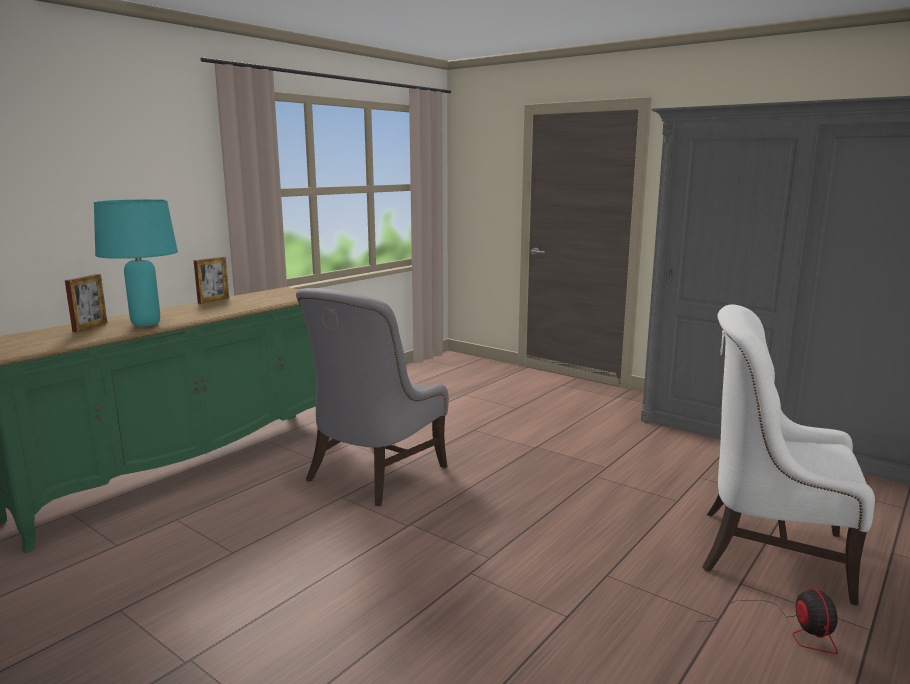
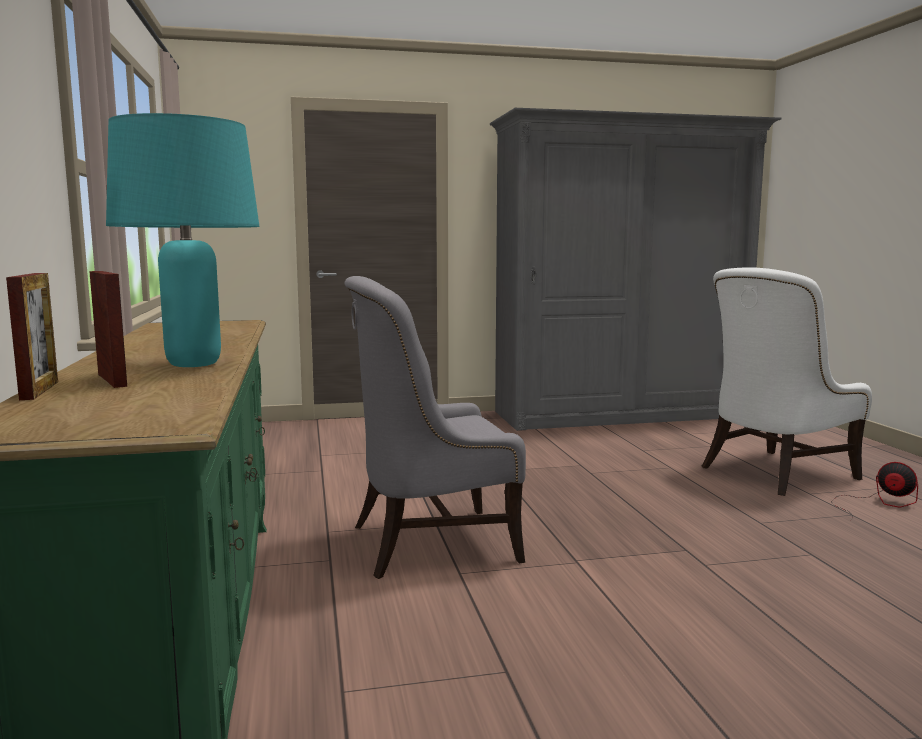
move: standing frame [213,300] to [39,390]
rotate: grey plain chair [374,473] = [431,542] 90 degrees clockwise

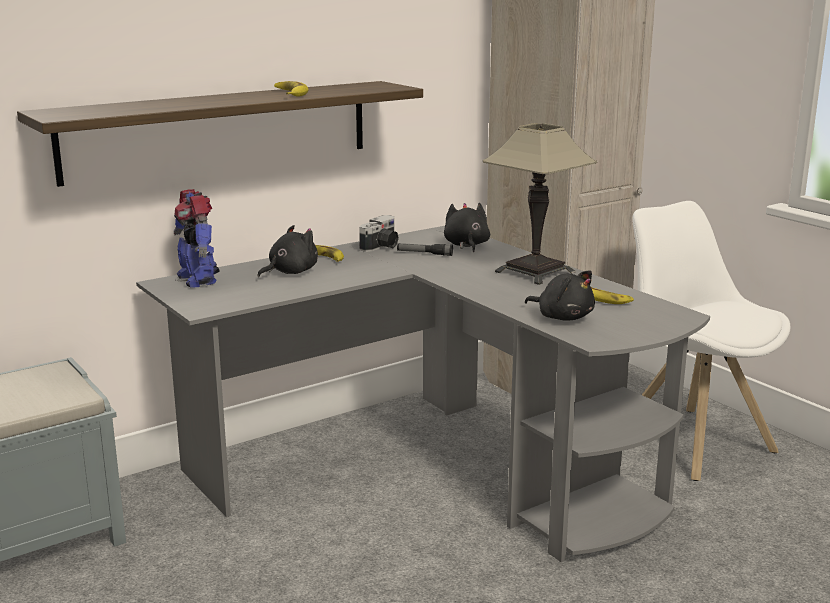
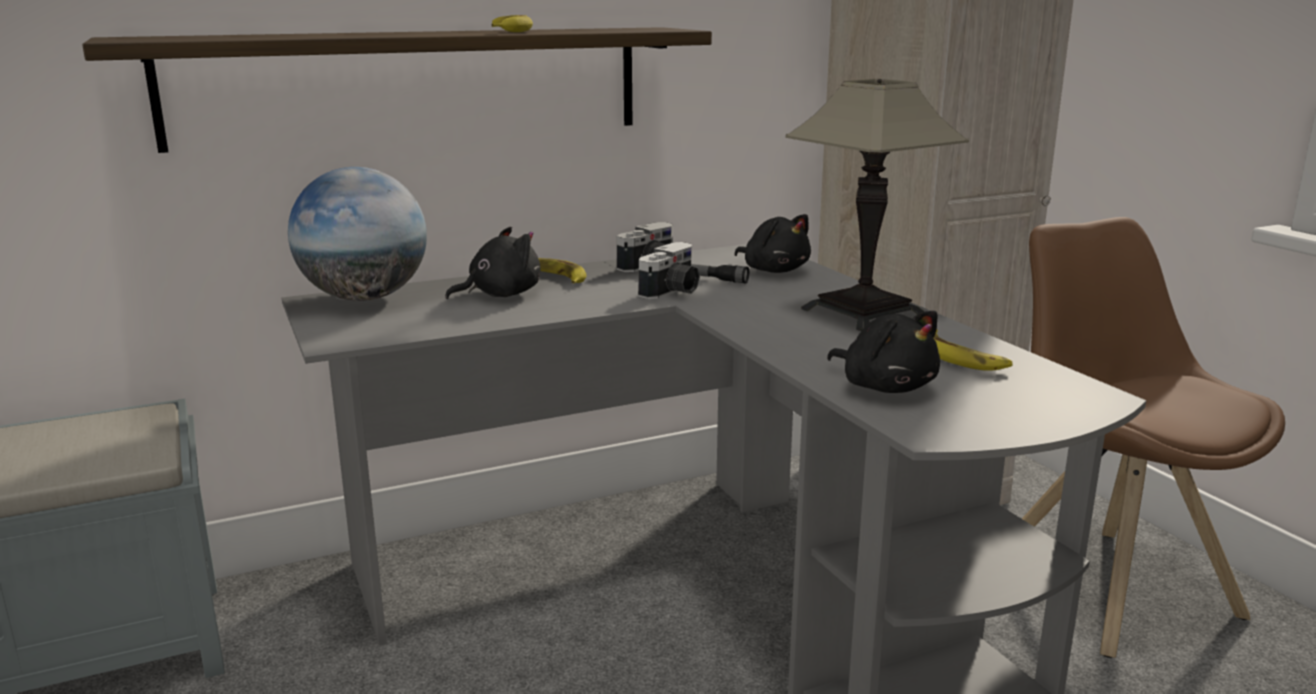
insert: photo camera [673,292]
replace: model robot [198,279] to desk globe [365,298]
recolor: white-coloured plain chair [692,441] to brown plain chair [1108,587]
rotate: black-coloured plush toy [466,245] = [774,270] 135 degrees clockwise

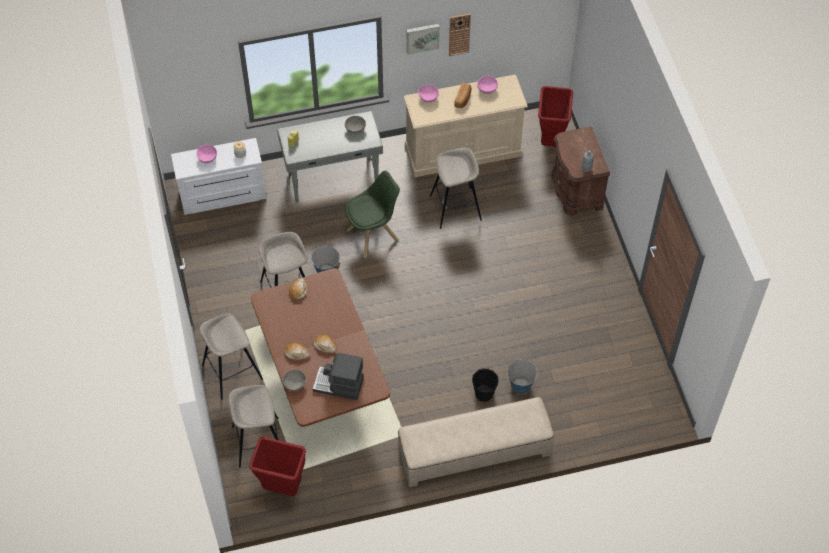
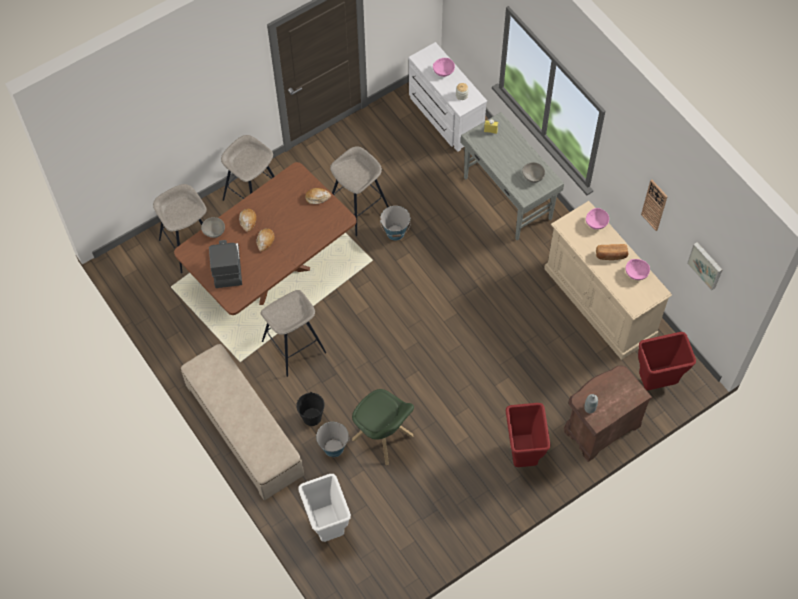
insert: white-coloured waste bin [328,526]
move: grey sitting stool [455,208] to [293,347]; greenish plain chair [373,235] to [383,437]; reddish waste bin [282,488] to [522,454]; wall art [422,37] to [706,265]

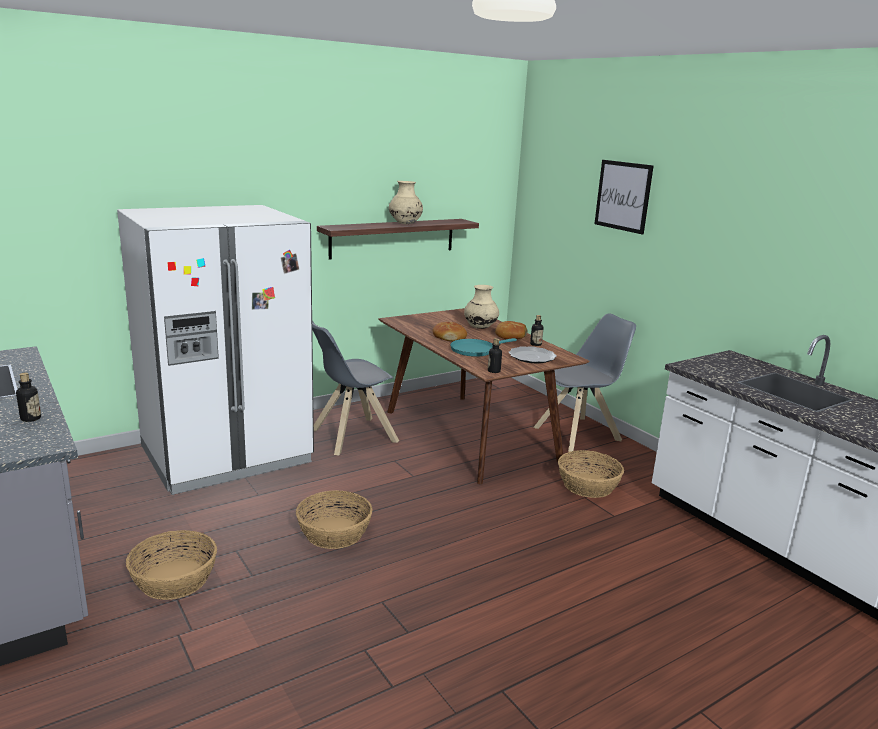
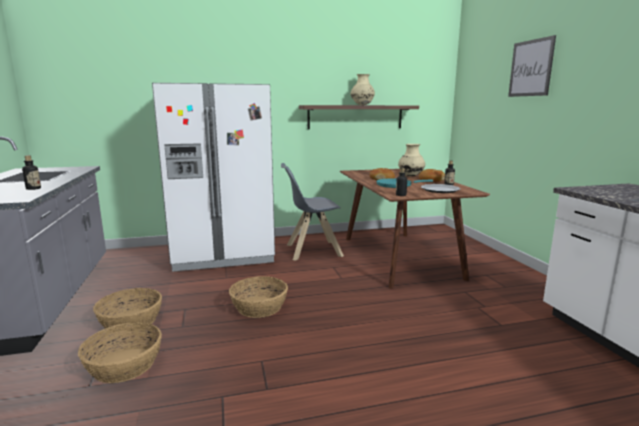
delete: grey plain chair [579,433]
move: storage basket [587,485] to [125,365]

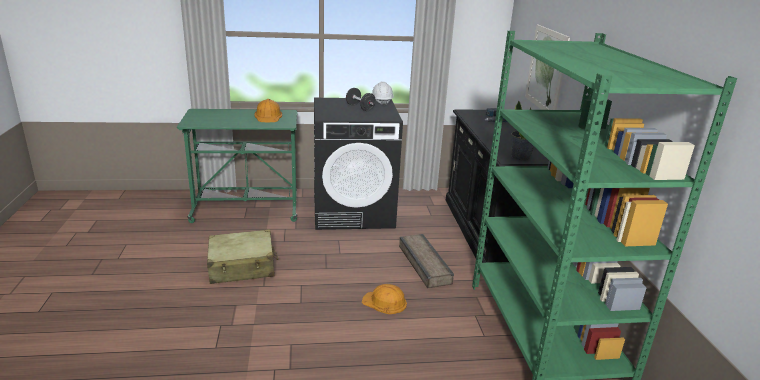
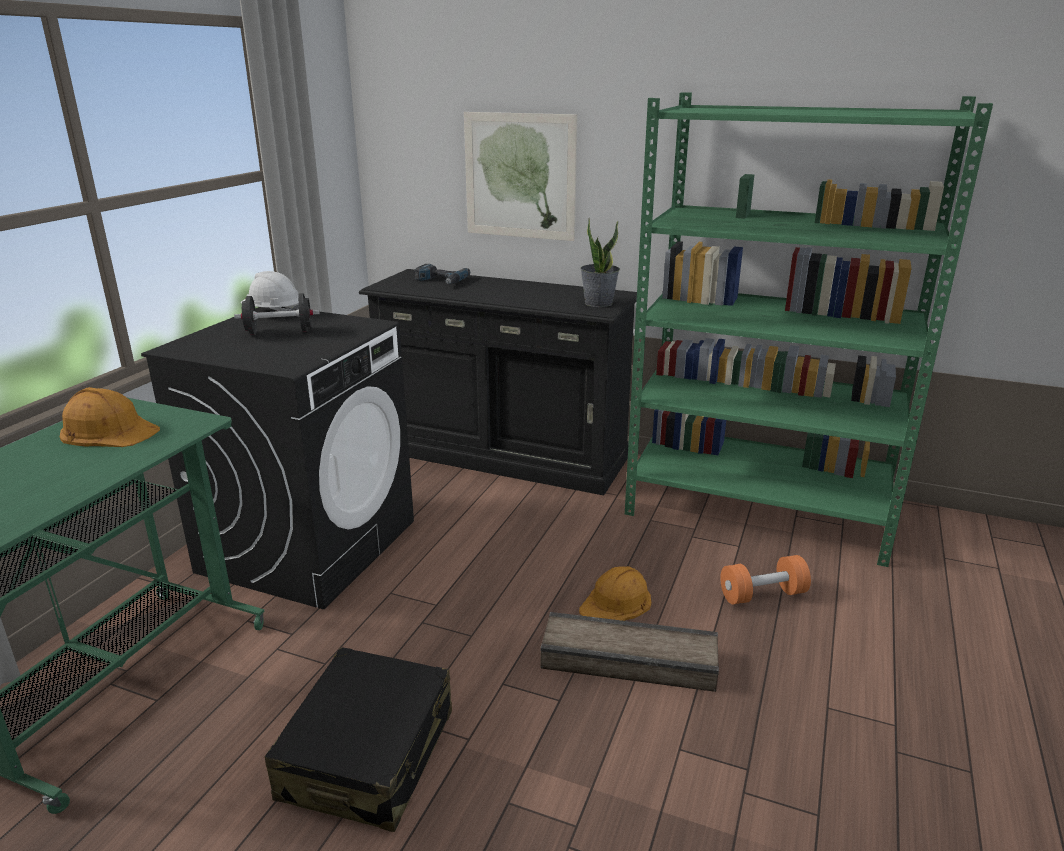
insert: orange-coloured hand weight [762,595]
move: shipping crate [423,264] to [629,661]
recolor: beige travel case [242,267] to black-coloured travel case [369,755]

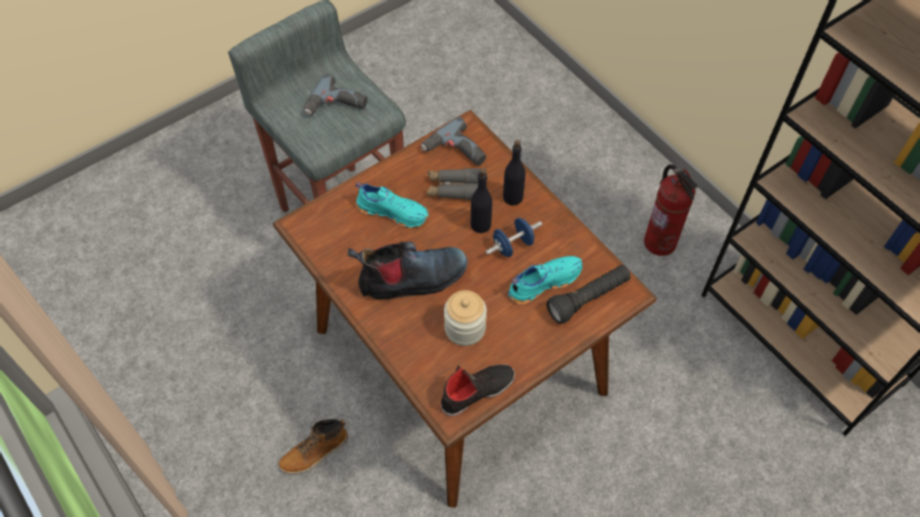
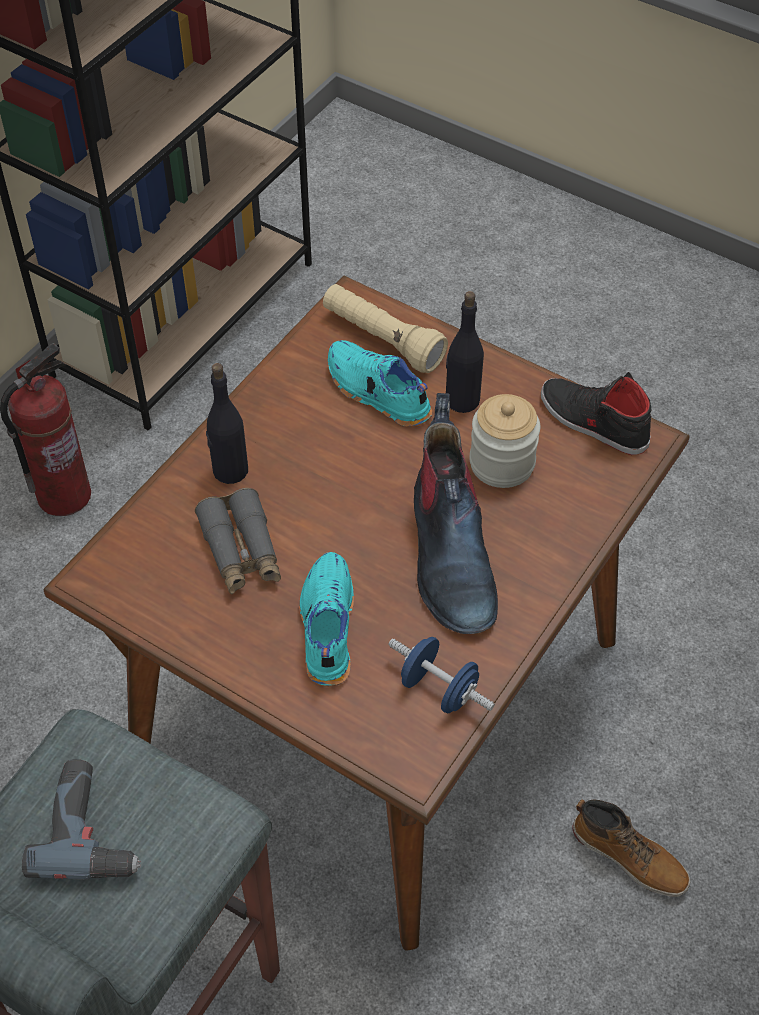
delete: drill [455,152]
move: blue hand weight [512,245] to [439,689]; black-coloured drink bottle [481,224] to [462,400]
recolor: black-coloured flashlight [588,299] to beige flashlight [382,340]
rotate: boot [412,280] = [450,555] 150 degrees counterclockwise

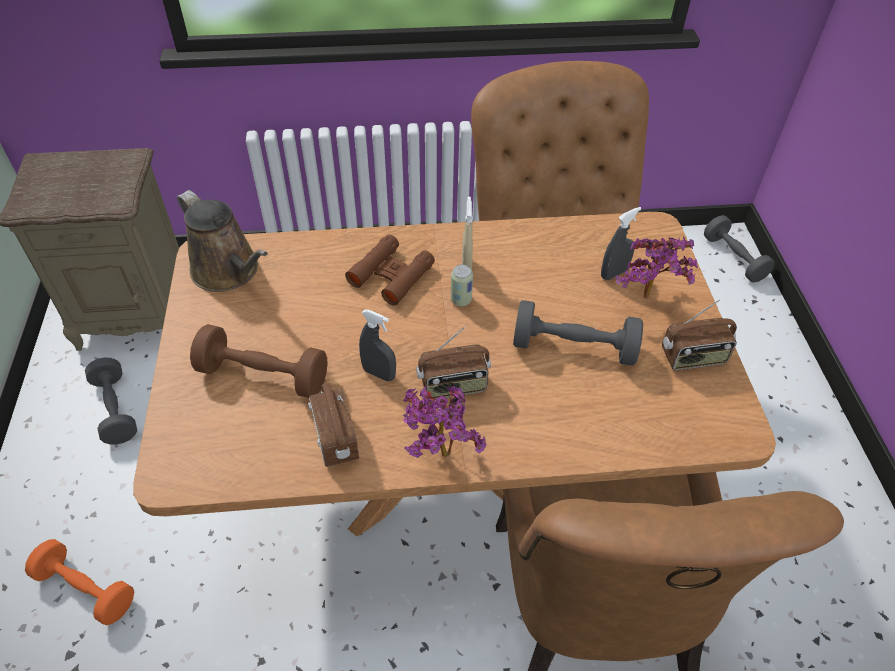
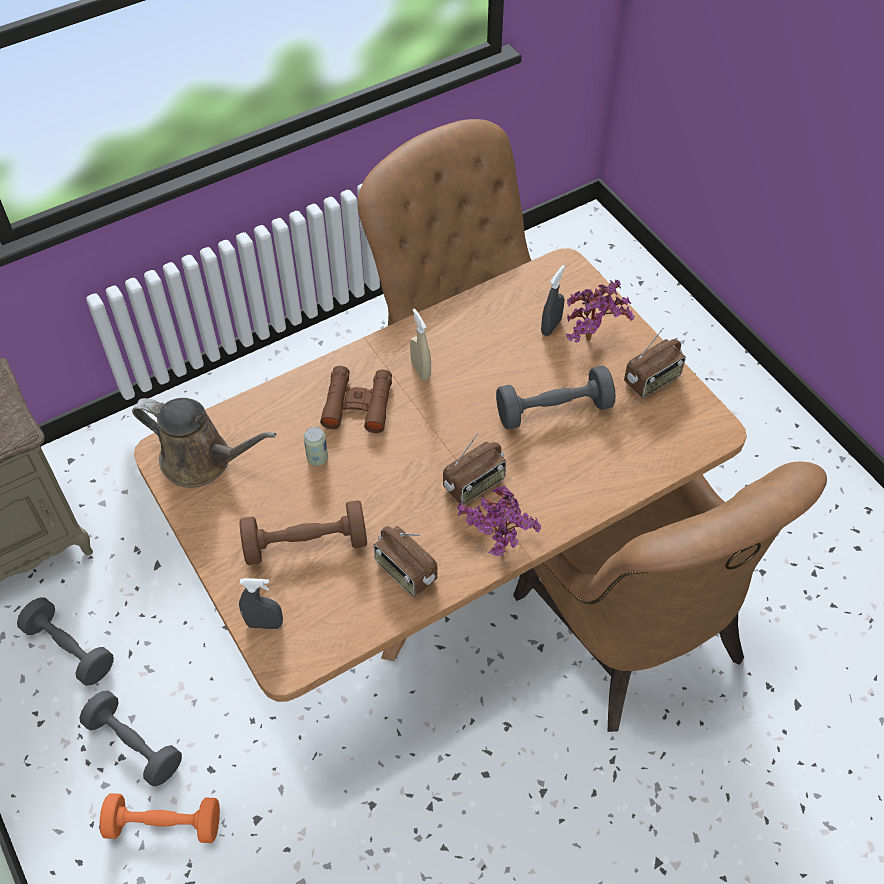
move: grey hand weight [734,258] to [134,745]; grey sprayer [379,373] to [264,624]; sealed can [461,300] to [317,458]

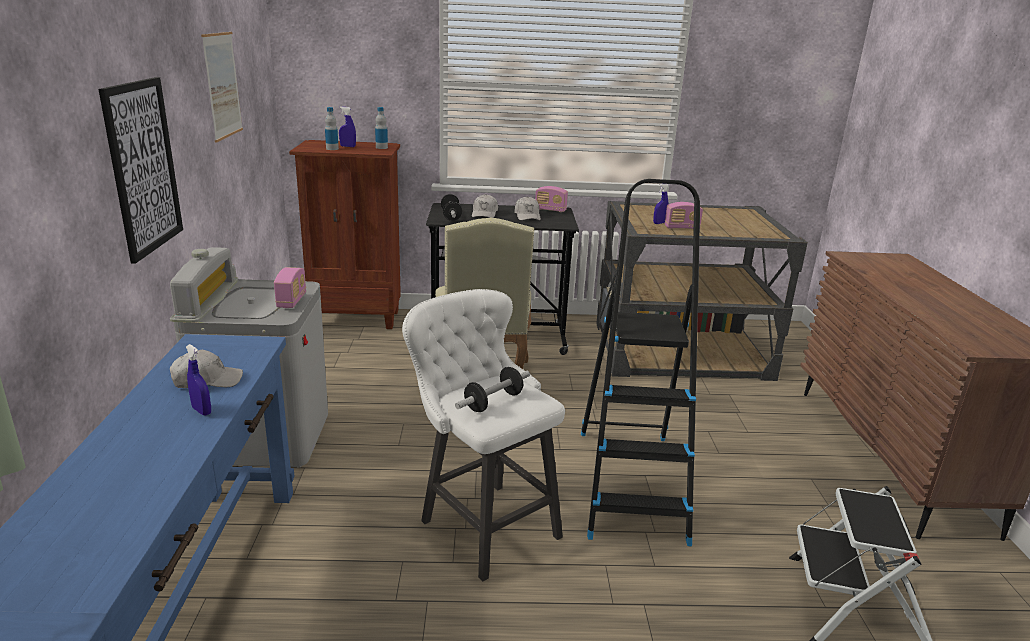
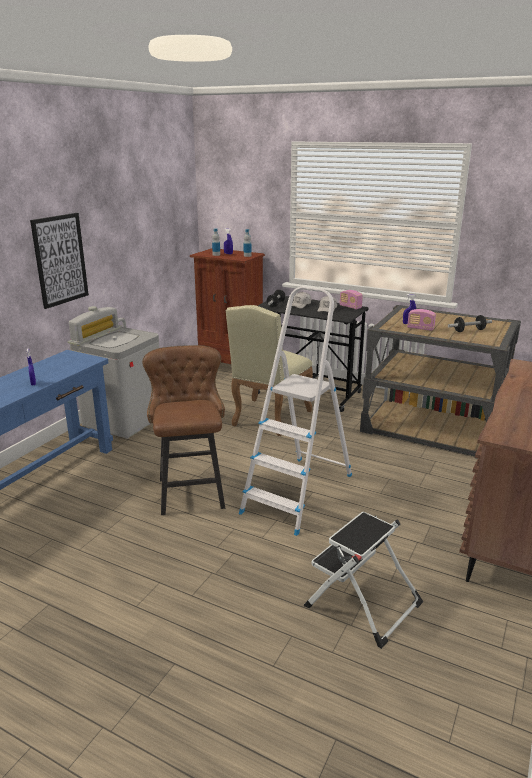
delete: white-coloured peaked cap [207,380]; wall art [222,85]; radio [292,301]
move: hand weight [493,402] to [469,330]
recolor: white-coloured sitting stool [481,519] to brown sitting stool [190,487]; black-coloured step stool [630,483] to white-coloured step stool [298,493]

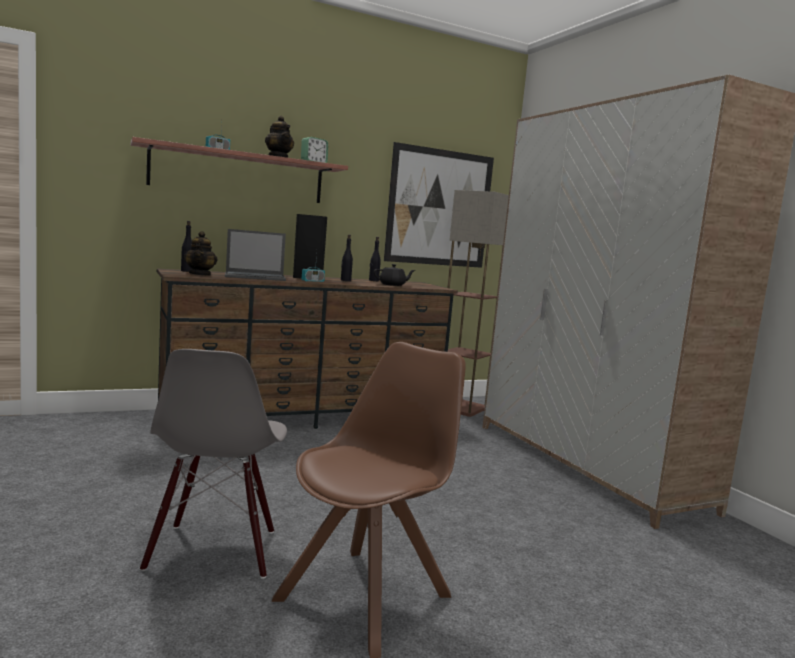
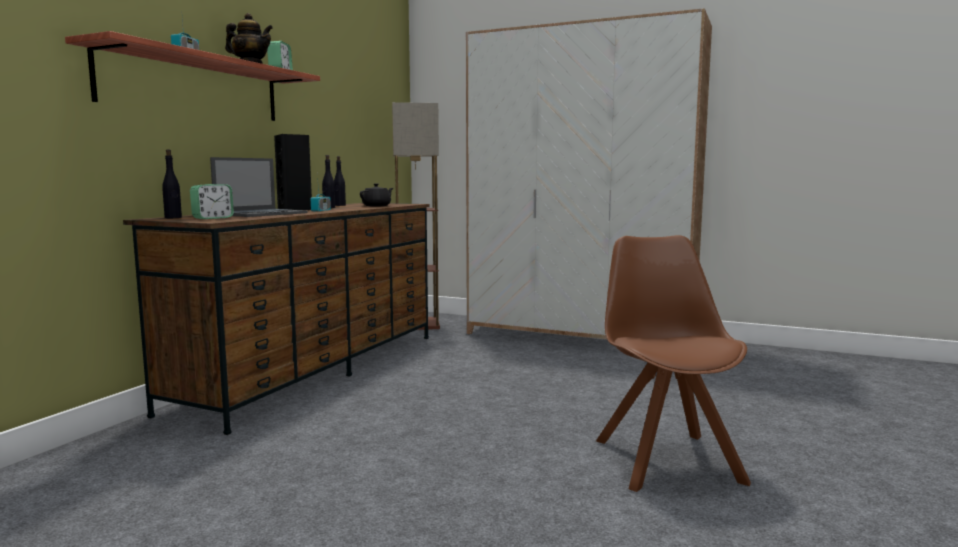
delete: grey plain chair [214,551]; wall art [439,208]
replace: teapot [200,274] to alarm clock [213,218]

